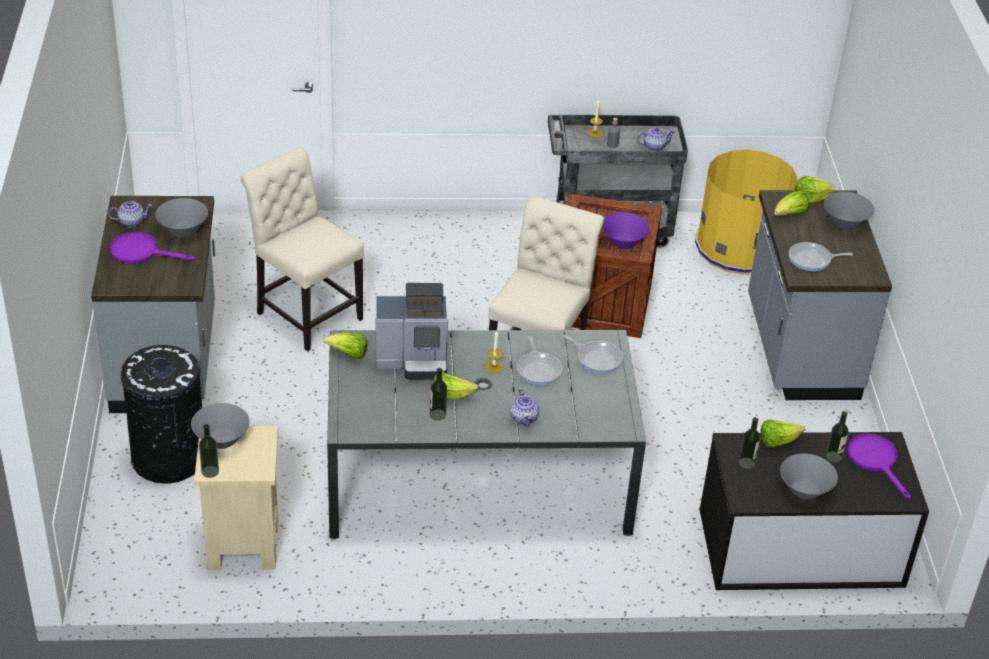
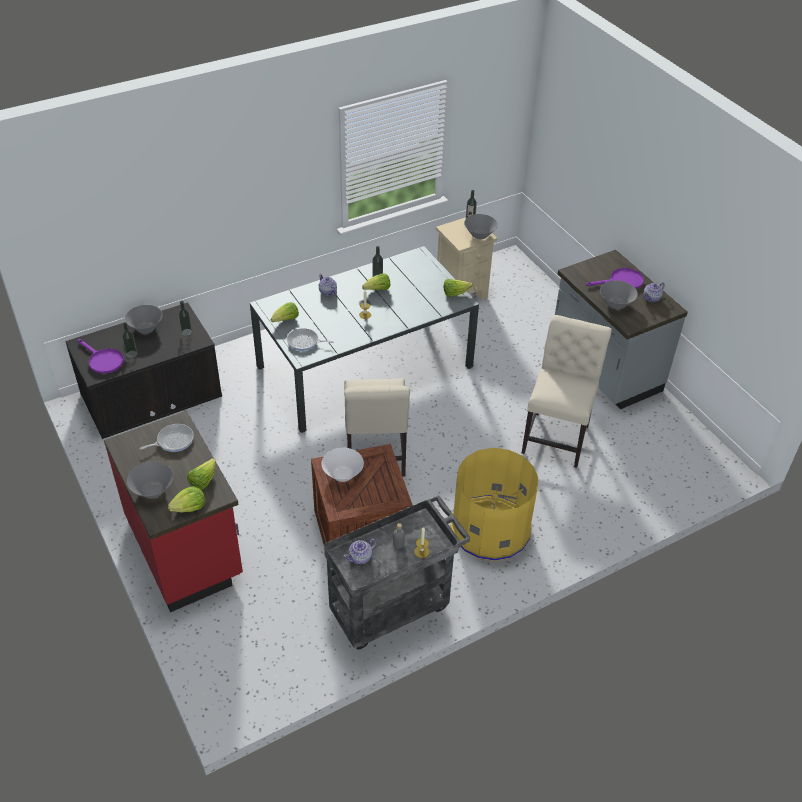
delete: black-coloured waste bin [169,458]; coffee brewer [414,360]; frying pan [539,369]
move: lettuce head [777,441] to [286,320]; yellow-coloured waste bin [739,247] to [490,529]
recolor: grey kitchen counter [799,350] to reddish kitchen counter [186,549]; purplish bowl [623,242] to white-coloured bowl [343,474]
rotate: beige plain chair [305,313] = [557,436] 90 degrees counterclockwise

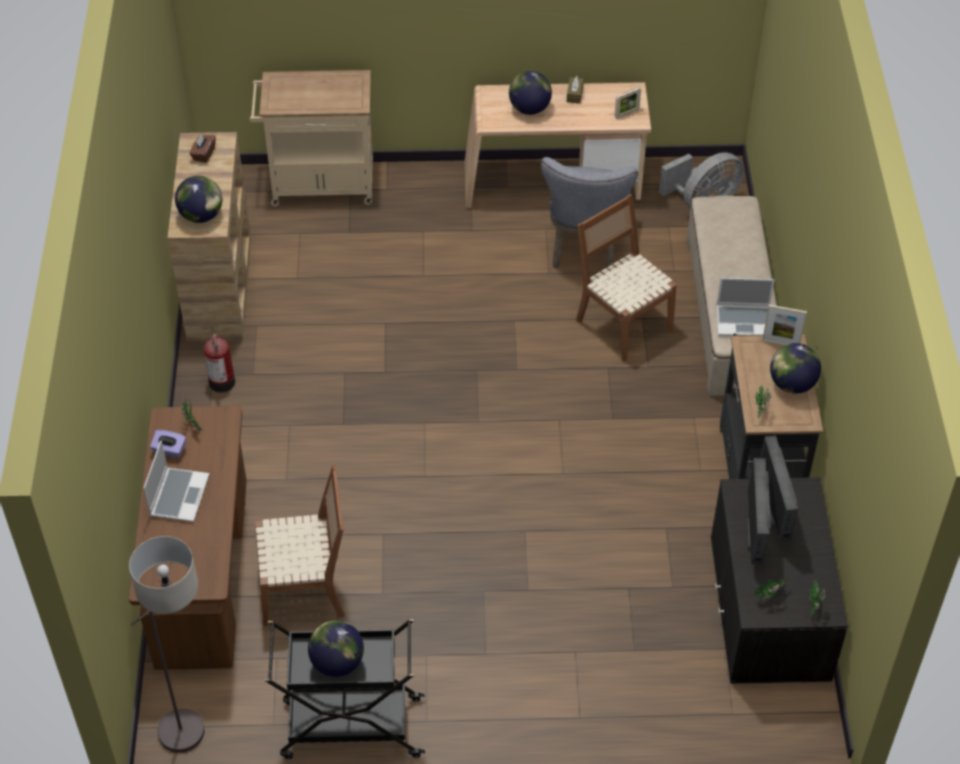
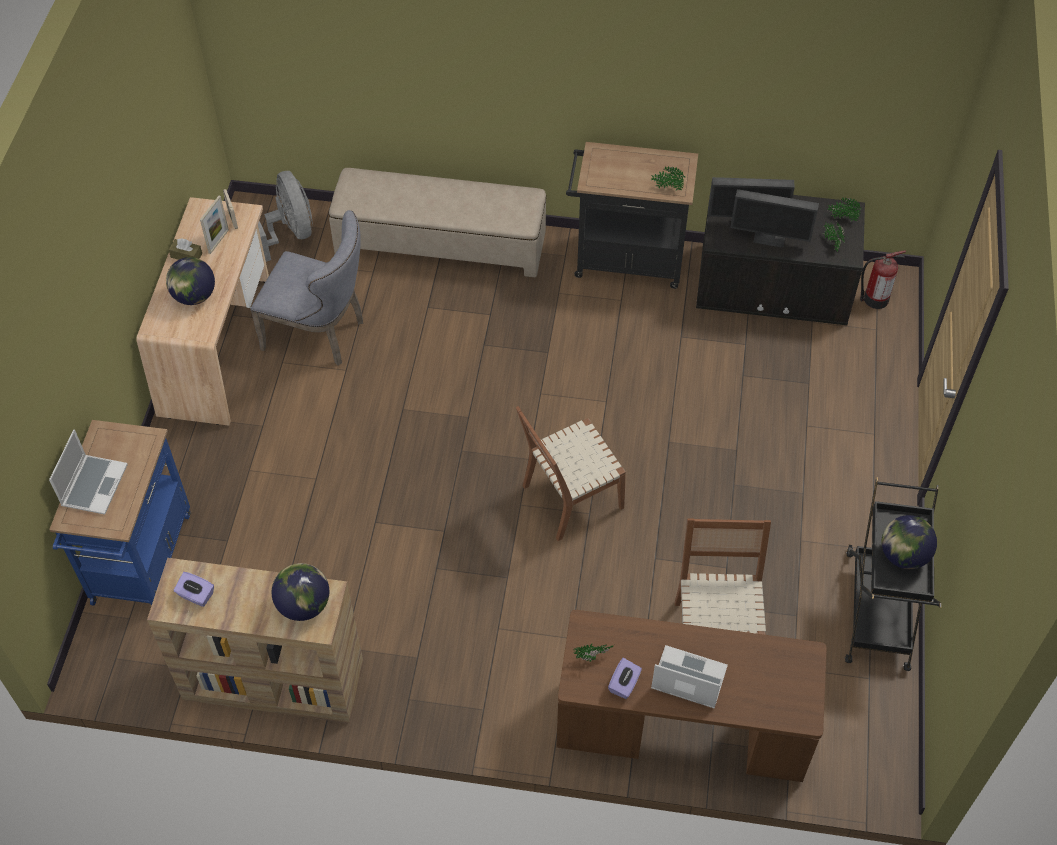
delete: grey standard lamp [192,723]; desk globe [791,384]
move: notebook computer [744,321] to [94,485]; standing frame [780,343] to [218,241]; plain chair [622,323] to [568,499]; extinguisher [221,381] to [874,299]
recolor: beige cart [319,185] to blue cart [141,562]; brown tissue holder [203,154] to purplish tissue holder [196,595]

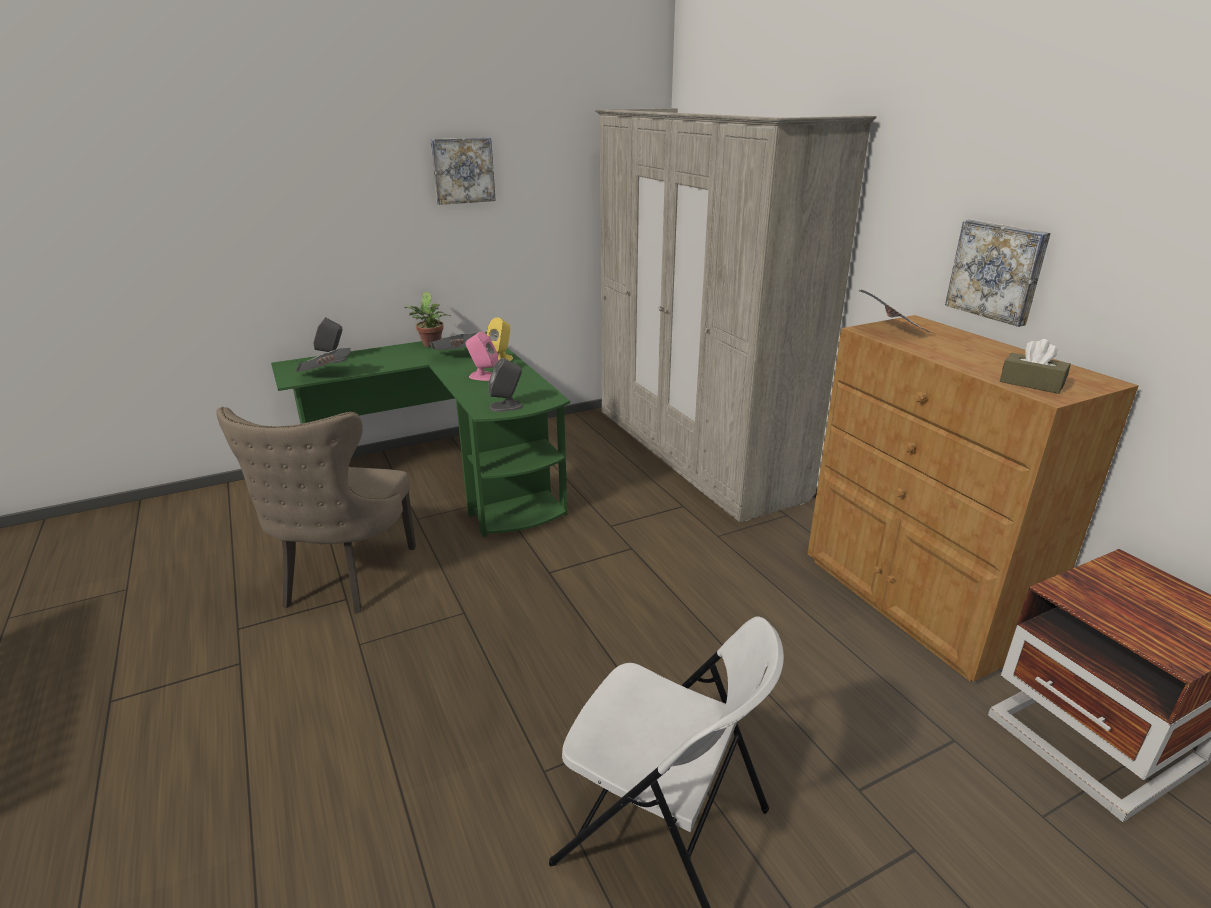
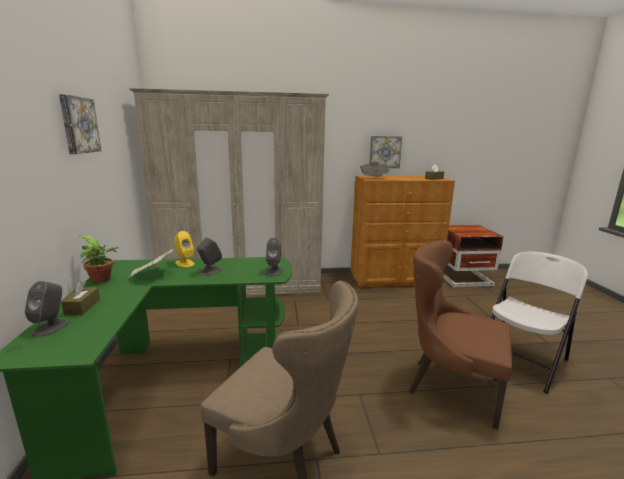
delete: daily paper [325,375]
insert: brown tissue holder [82,307]; brown plain chair [450,387]
recolor: pink loudspeaker [483,376] to grey loudspeaker [210,271]

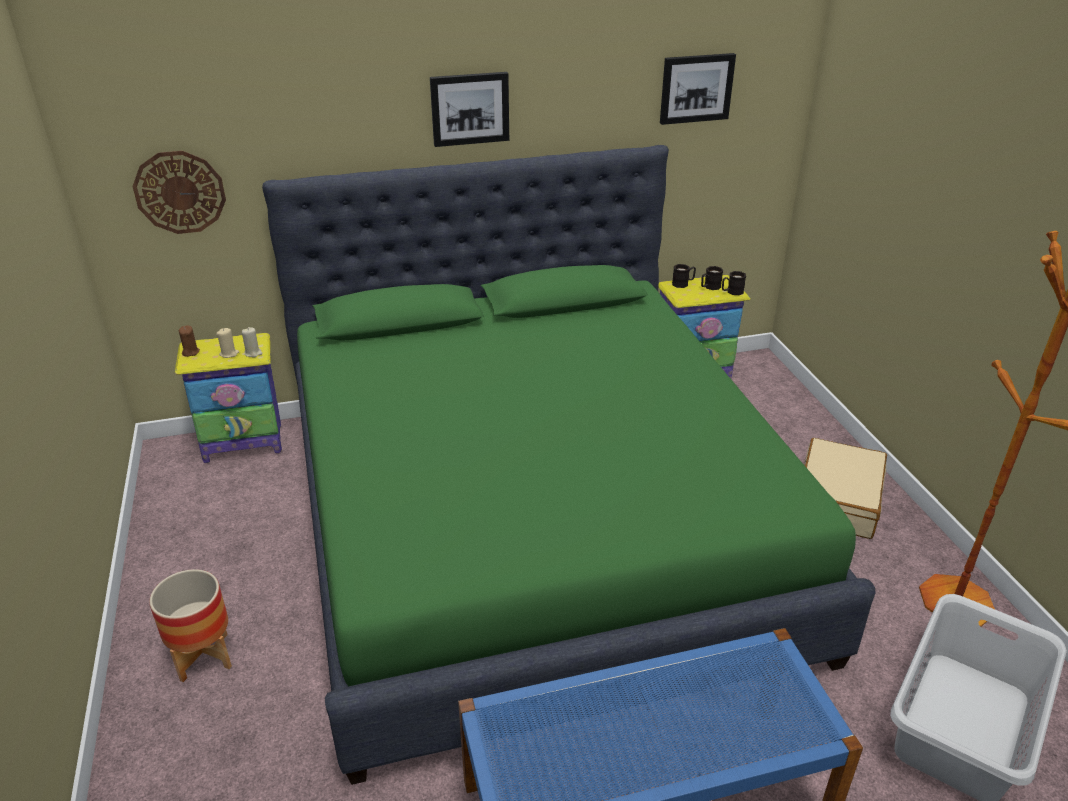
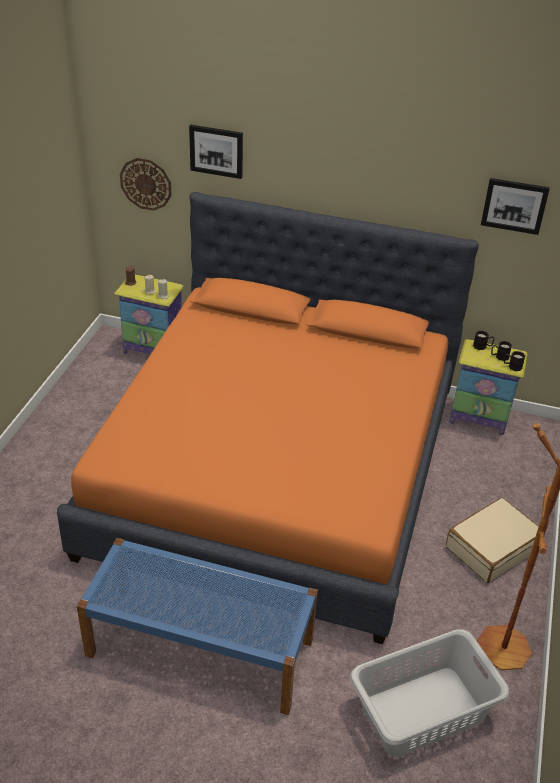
delete: flower pot [204,657]
move: wall art [470,108] to [216,151]
recolor: greenish bedroom bed [533,523] to orange-coloured bedroom bed [276,471]

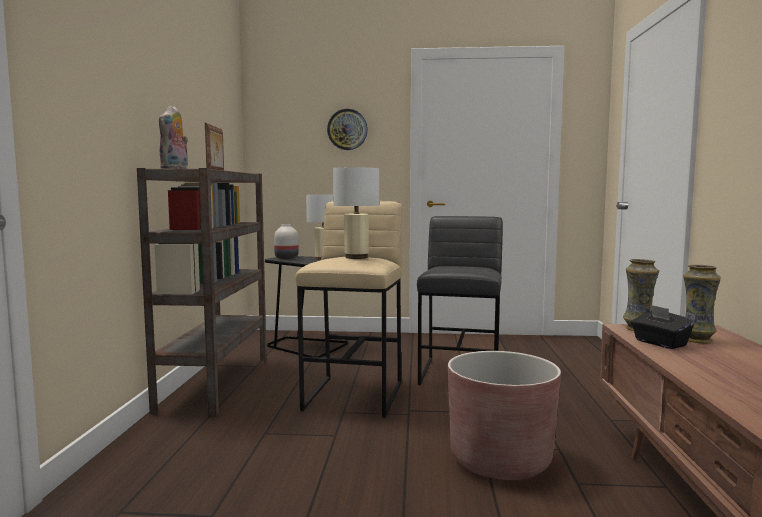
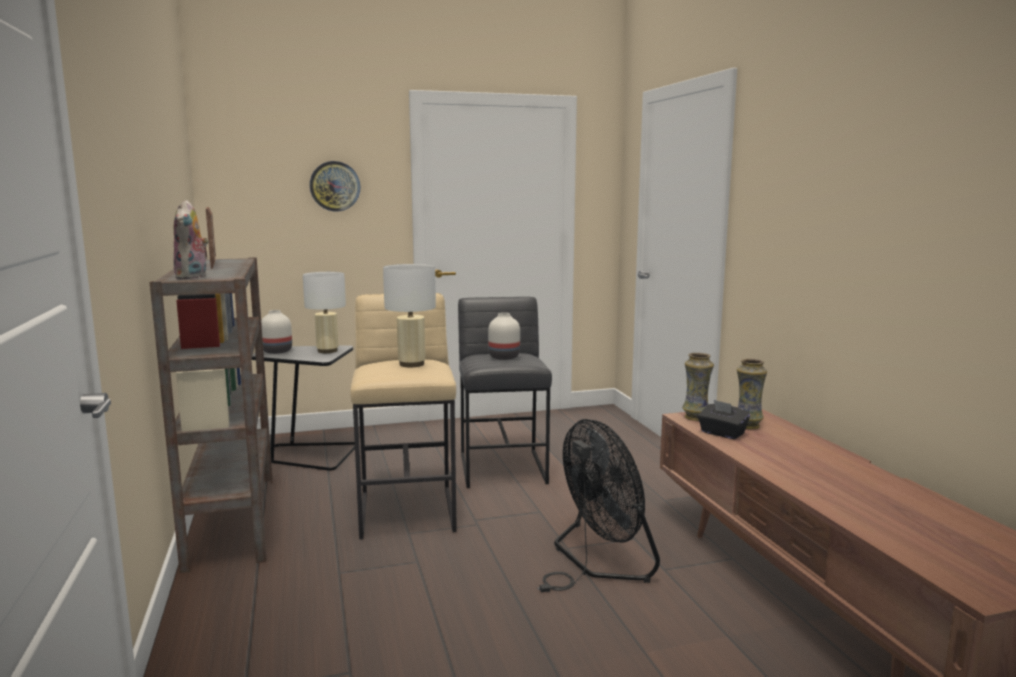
insert: white-coloured decorative vase [503,357]
replace: brown flower pot [500,460] to black-coloured cooling fan [590,559]

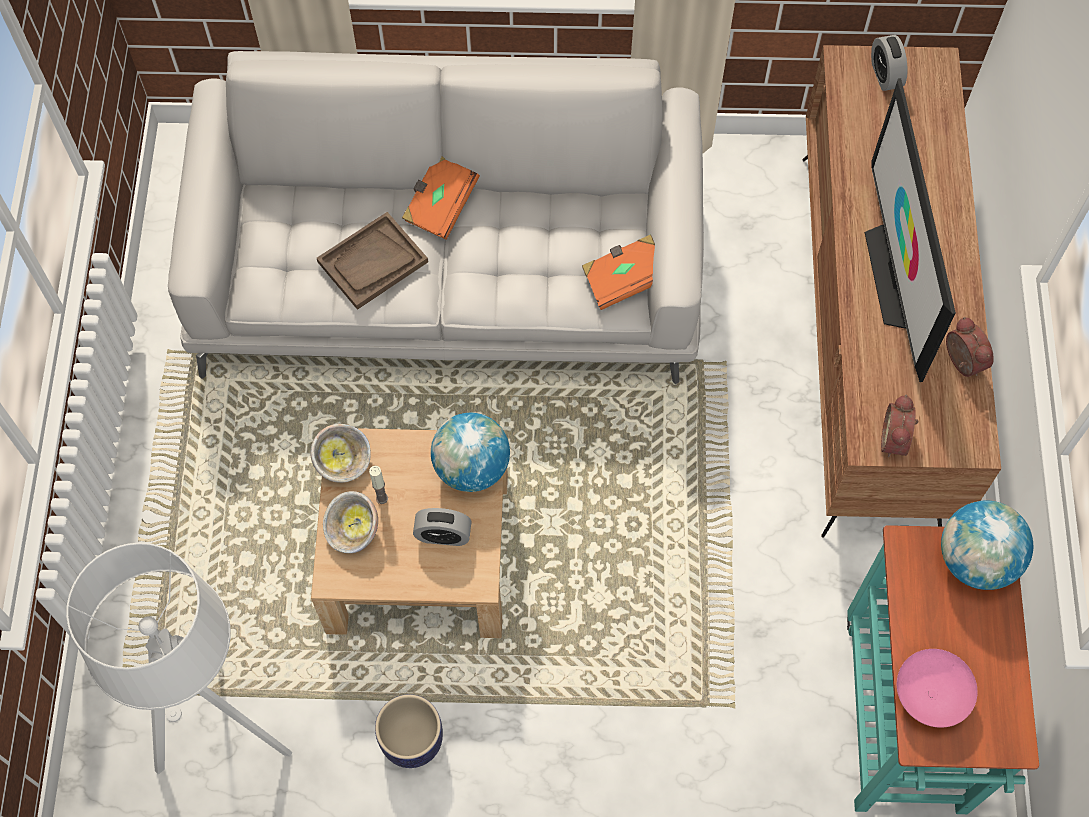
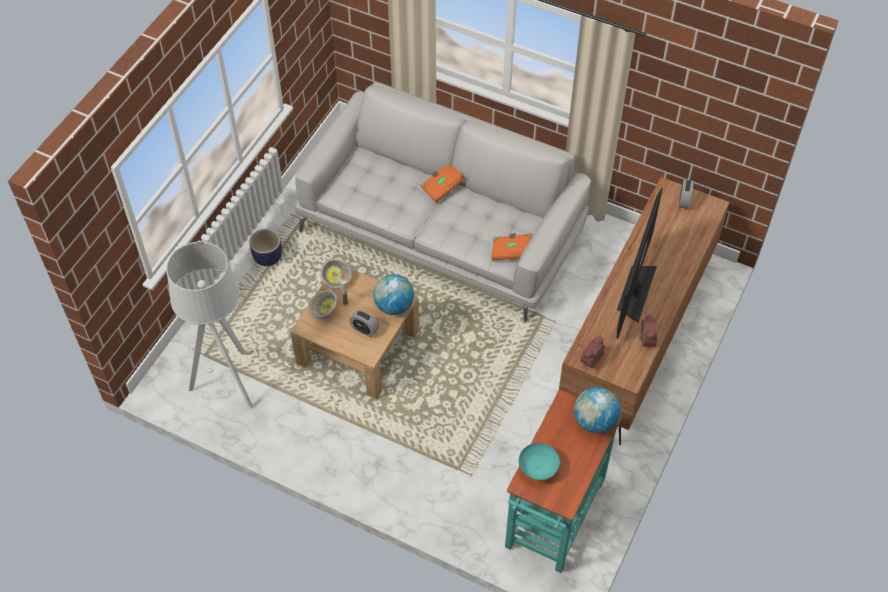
delete: brown carrying tray [372,262]
move: flower pot [412,741] to [268,257]
recolor: pink bowl [931,696] to turquoise bowl [538,469]

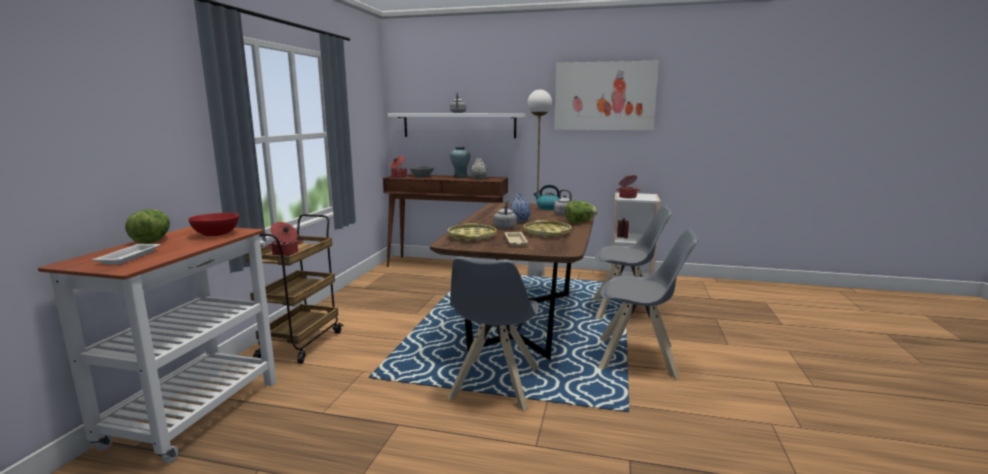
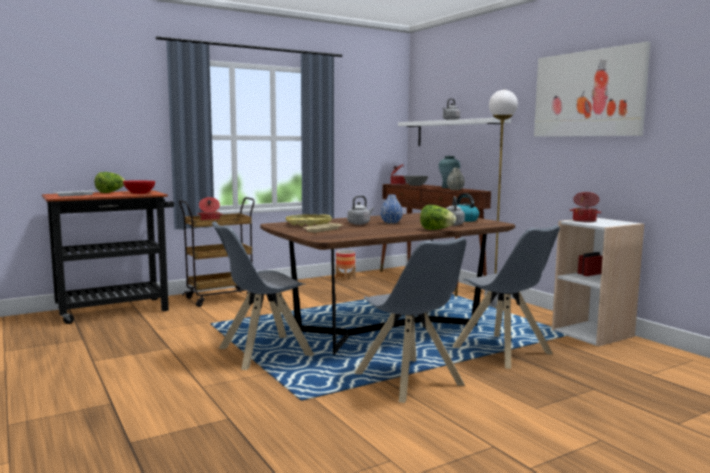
delete: yellow-coloured carrying tray [547,233]
insert: flower pot [345,278]
recolor: white-coloured cart [197,412] to black-coloured cart [115,310]

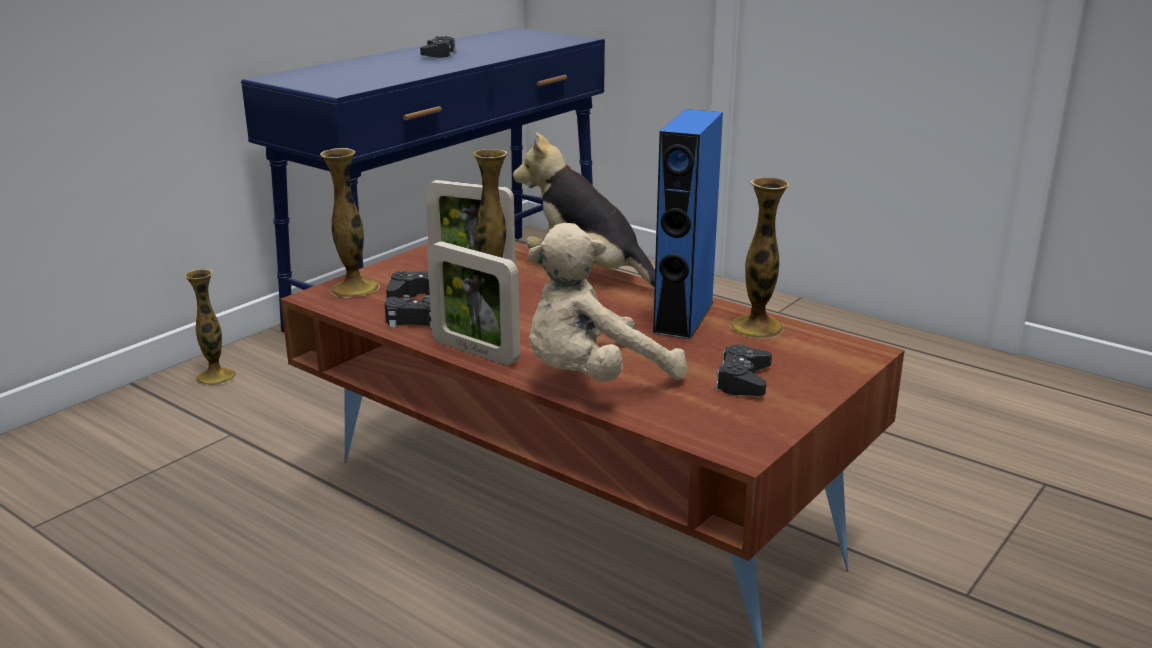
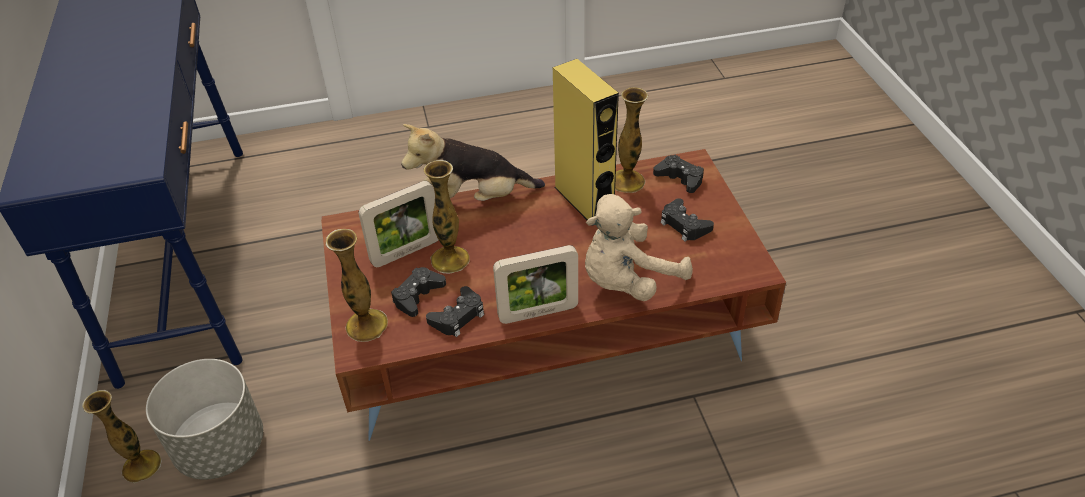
insert: grey flower pot [220,447]
move: black-coloured game controller [439,54] to [680,178]
recolor: blue loudspeaker [683,317] to yellow-coloured loudspeaker [584,200]
rotate: beige plush toy [593,379] = [627,281] 45 degrees clockwise

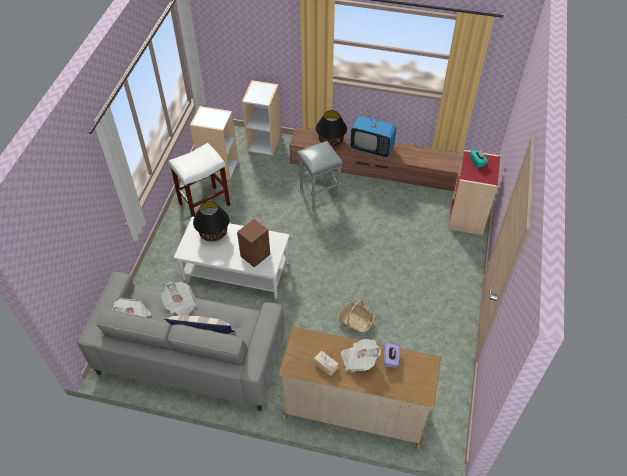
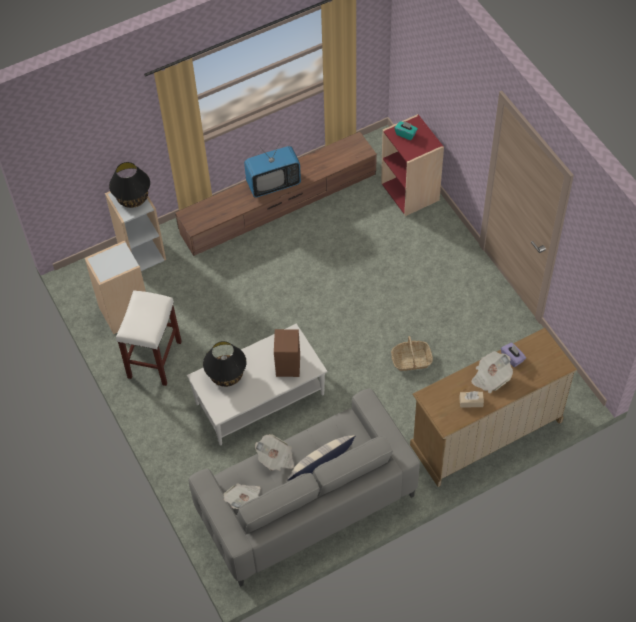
delete: grey sitting stool [319,195]
move: black-coloured table lamp [330,141] to [132,198]

